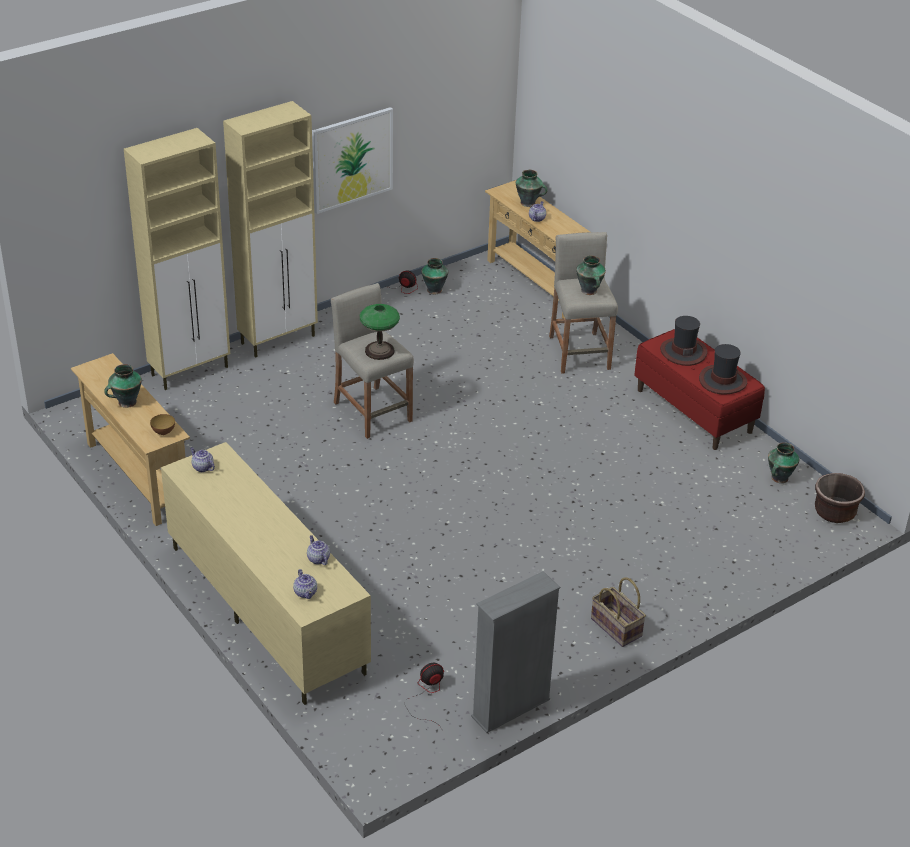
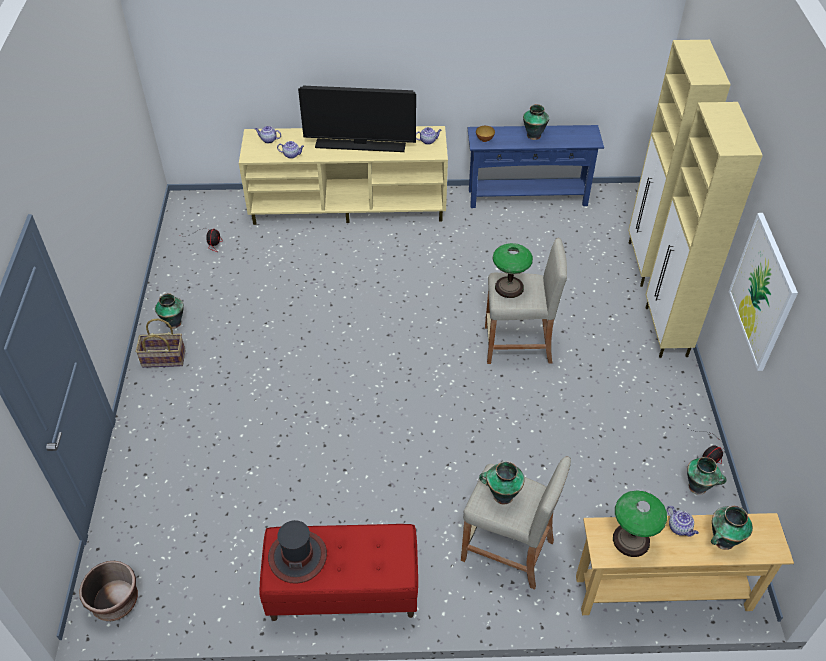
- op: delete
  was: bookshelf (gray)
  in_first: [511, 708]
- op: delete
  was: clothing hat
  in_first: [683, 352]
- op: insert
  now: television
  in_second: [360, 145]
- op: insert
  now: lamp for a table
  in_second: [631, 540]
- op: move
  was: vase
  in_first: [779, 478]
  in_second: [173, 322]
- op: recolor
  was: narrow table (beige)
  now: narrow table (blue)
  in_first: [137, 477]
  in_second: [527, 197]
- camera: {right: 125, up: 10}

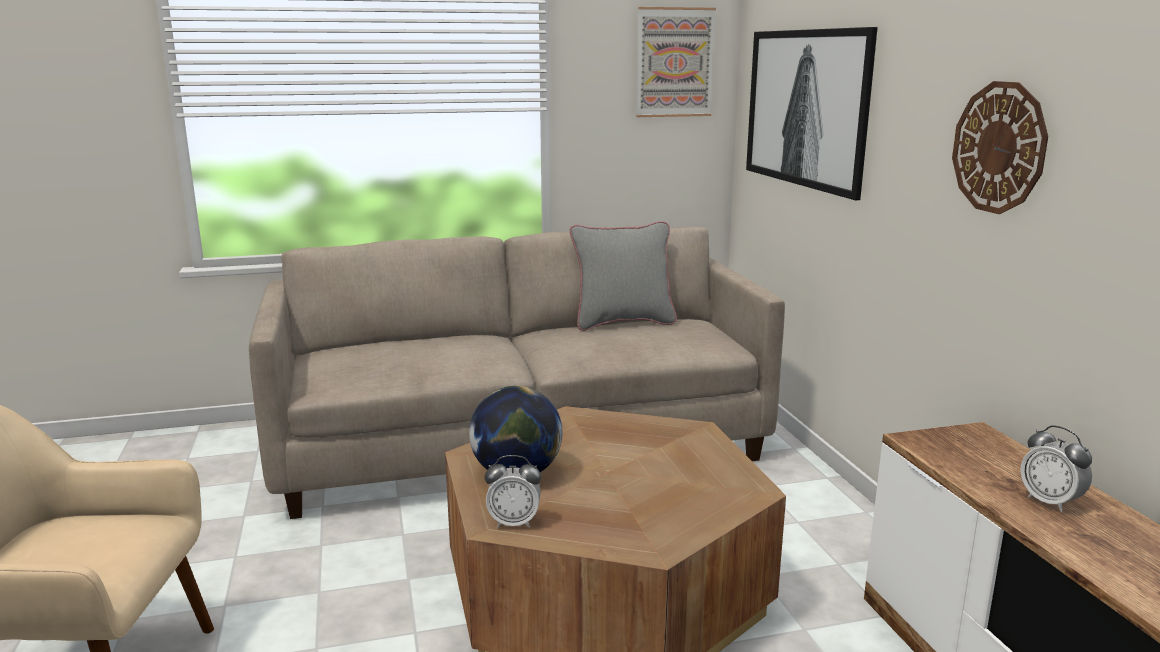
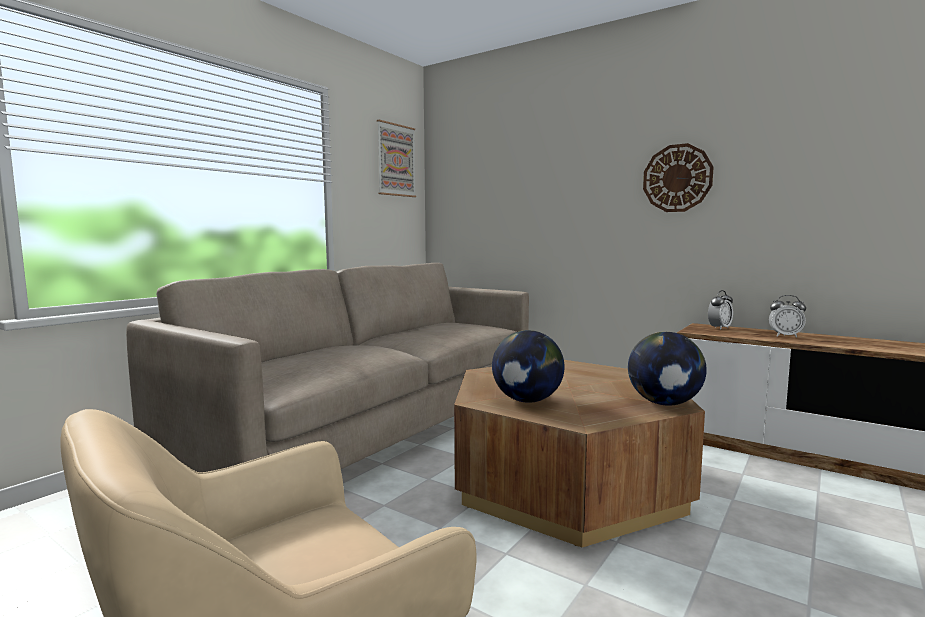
- op: delete
  was: cushion (gray)
  in_first: [623, 322]
- op: delete
  was: picture
  in_first: [807, 108]
- op: insert
  now: globe
  in_second: [664, 403]
- op: move
  was: bedside clock
  in_first: [514, 523]
  in_second: [719, 328]
- camera: {right: -40, up: -10}

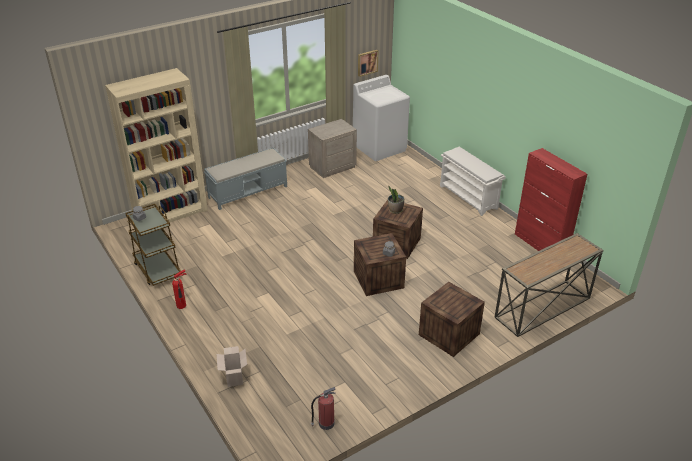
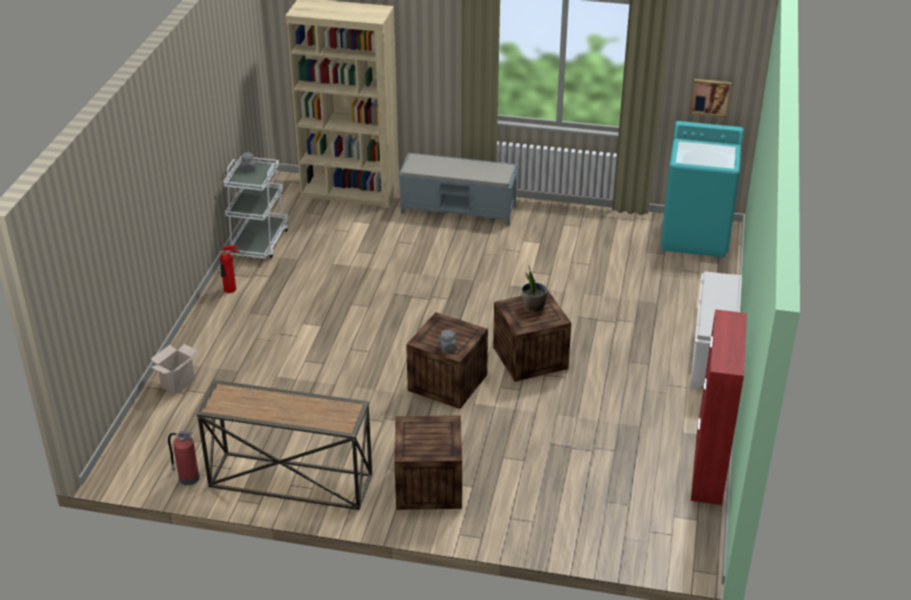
- op: delete
  was: bedside table (beige)
  in_first: [332, 167]
- op: move
  was: narrow table
  in_first: [543, 308]
  in_second: [290, 481]
- op: recolor
  was: wheeled cart (brown)
  now: wheeled cart (white-coloured)
  in_first: [157, 269]
  in_second: [259, 242]
- op: recolor
  was: laundry machine (white-coloured)
  now: laundry machine (blue-green)
  in_first: [380, 147]
  in_second: [695, 236]
- camera: {right: 45, up: 0}

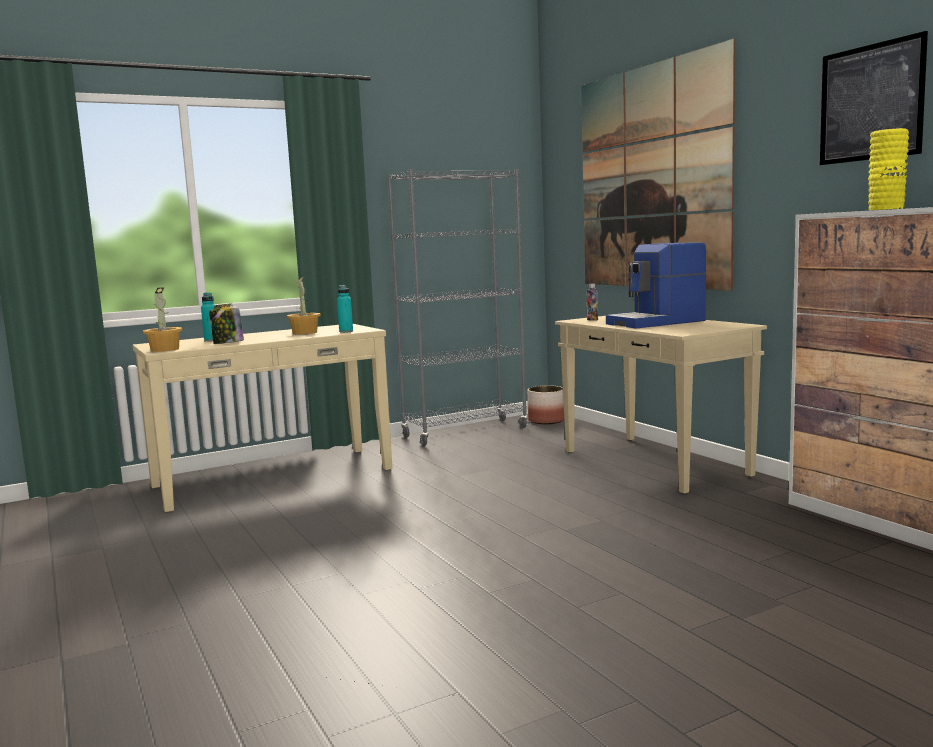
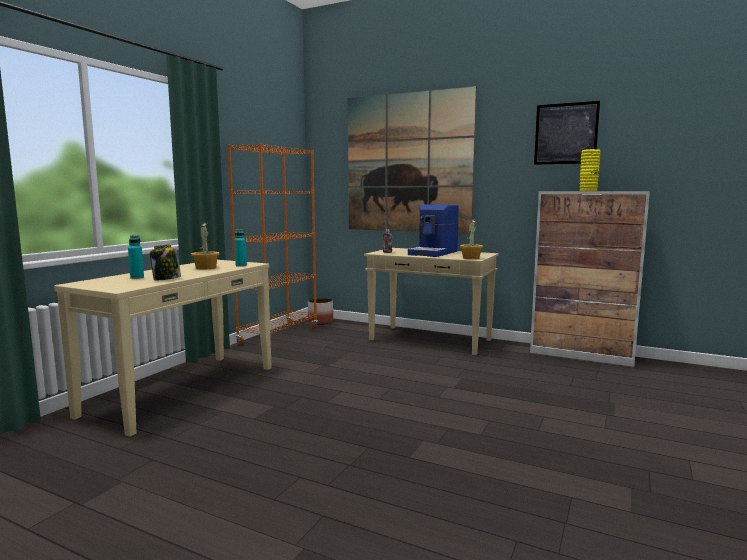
- op: move
  was: plant in a pot
  in_first: [165, 349]
  in_second: [470, 258]
- op: recolor
  was: bookshelf (gray)
  now: bookshelf (orangey)
  in_first: [465, 432]
  in_second: [279, 336]
- camera: {right: -35, up: 0}

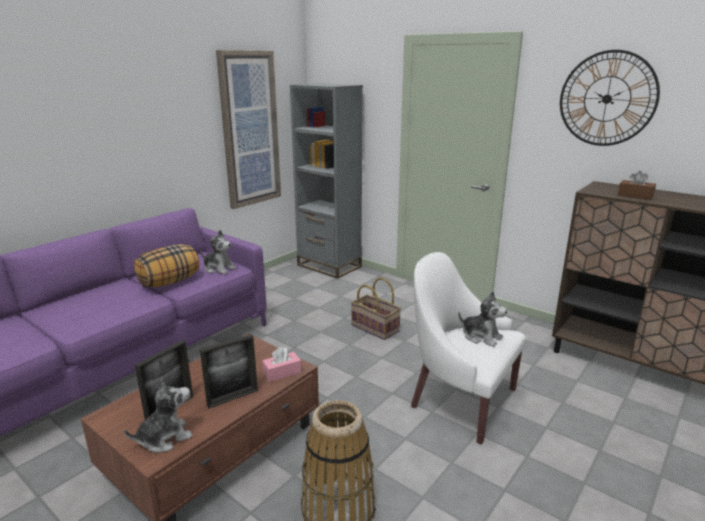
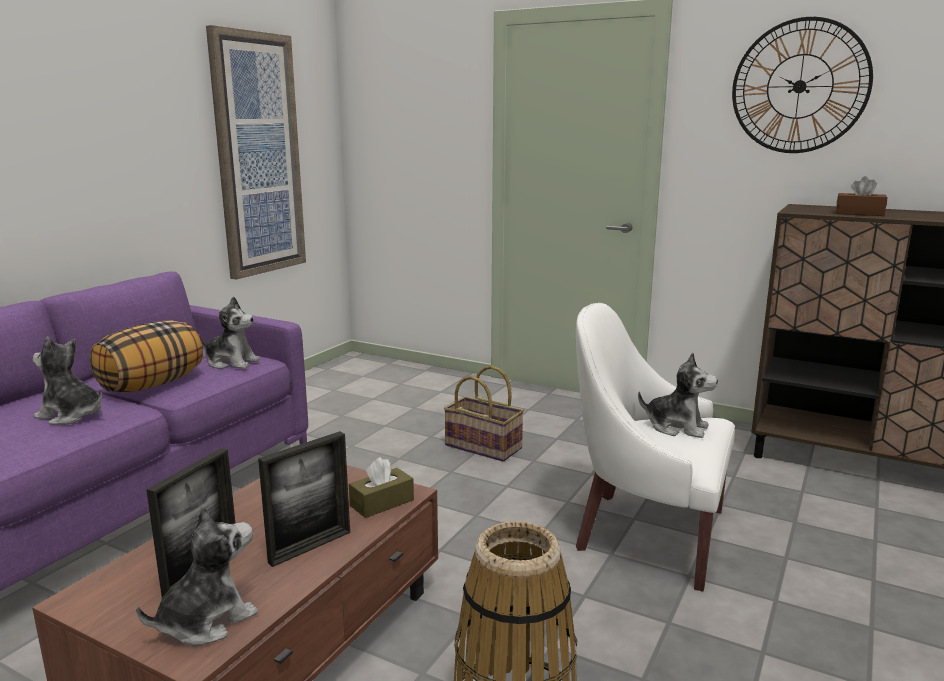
- op: delete
  was: bookshelf (gray)
  in_first: [329, 266]
- op: insert
  now: plush toy
  in_second: [71, 415]
- op: recolor
  was: tissue holder (pinkish)
  now: tissue holder (brown)
  in_first: [282, 372]
  in_second: [382, 503]
- camera: {right: -10, up: -5}

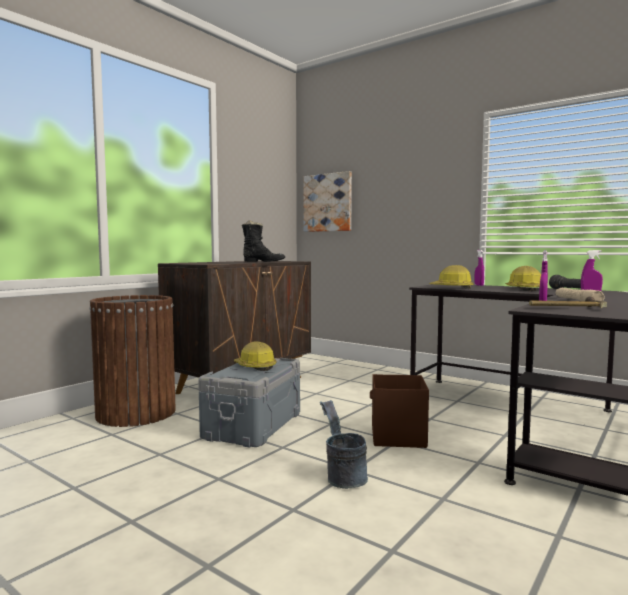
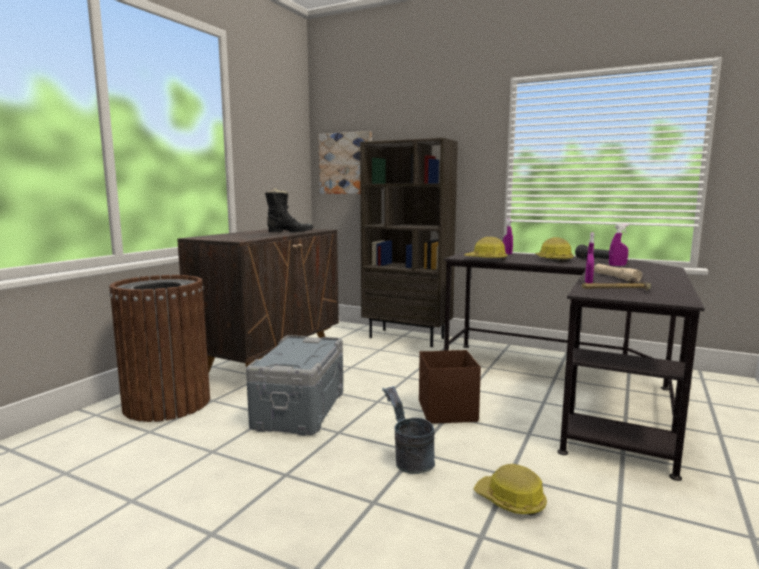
- op: insert
  now: bookshelf (brown)
  in_second: [407, 338]
- op: move
  was: work helmet
  in_first: [254, 367]
  in_second: [510, 501]
- camera: {right: -10, up: 5}

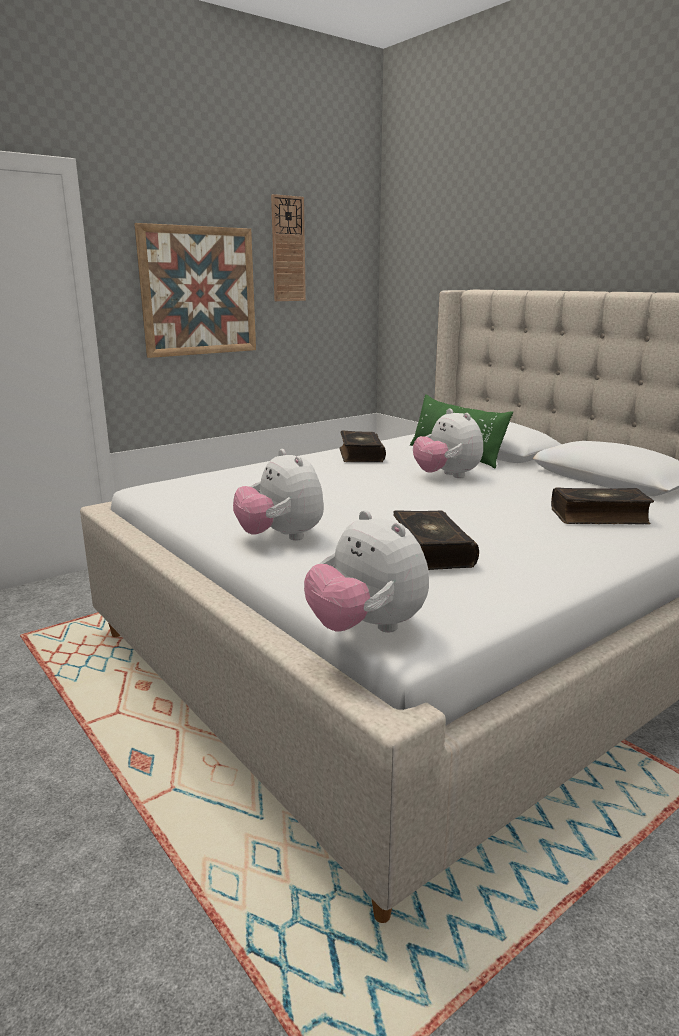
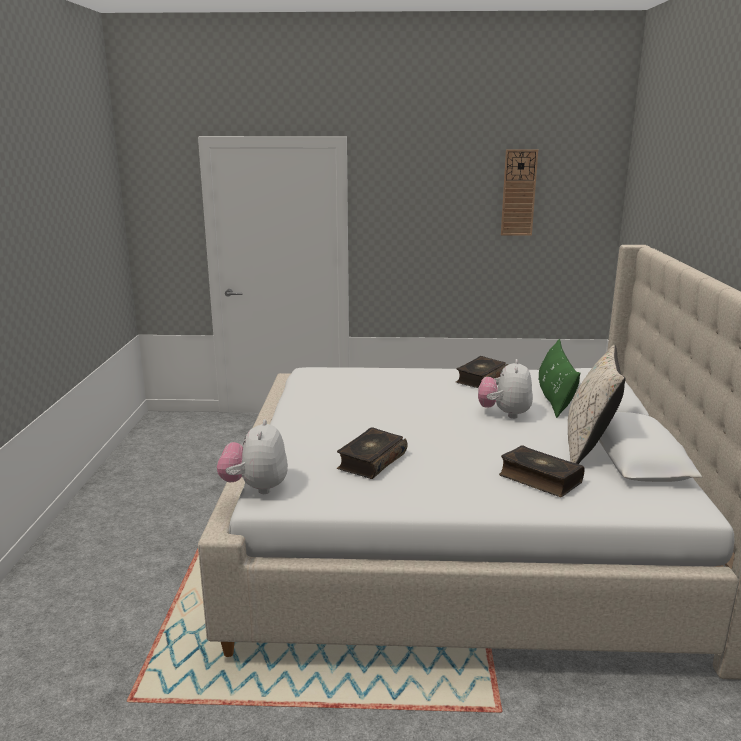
- op: delete
  was: picture
  in_first: [198, 291]
- op: delete
  was: plush toy
  in_first: [281, 537]
- op: insert
  now: cushion (beige)
  in_second: [589, 448]
- camera: {right: 40, up: 0}

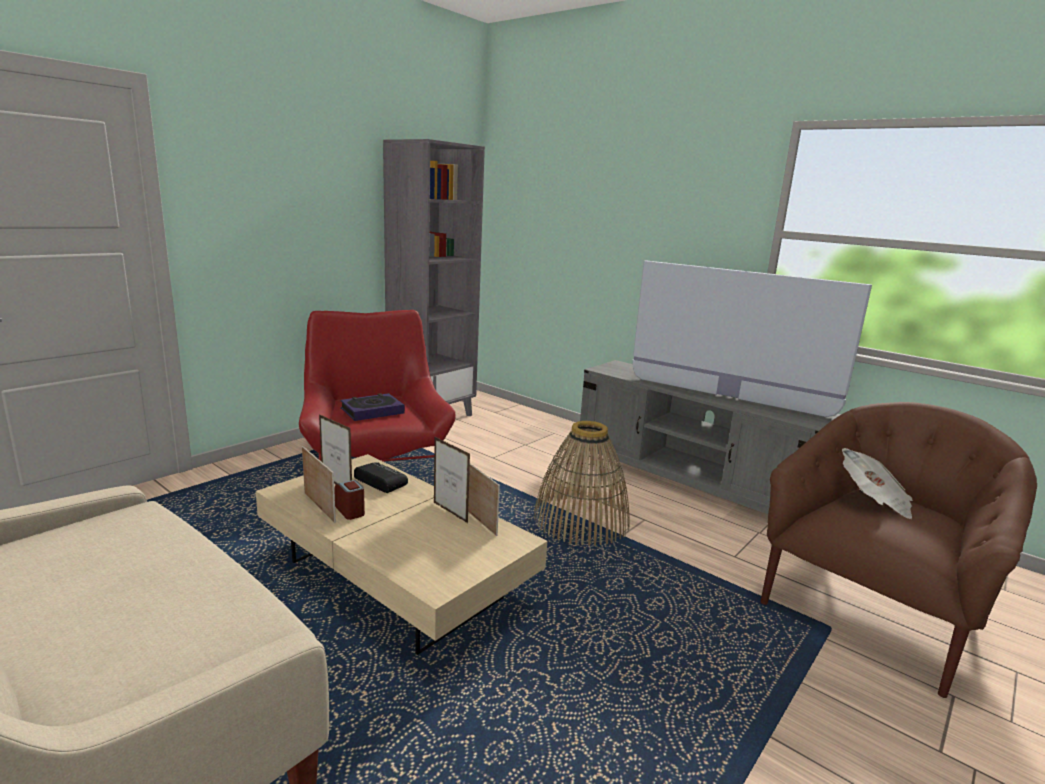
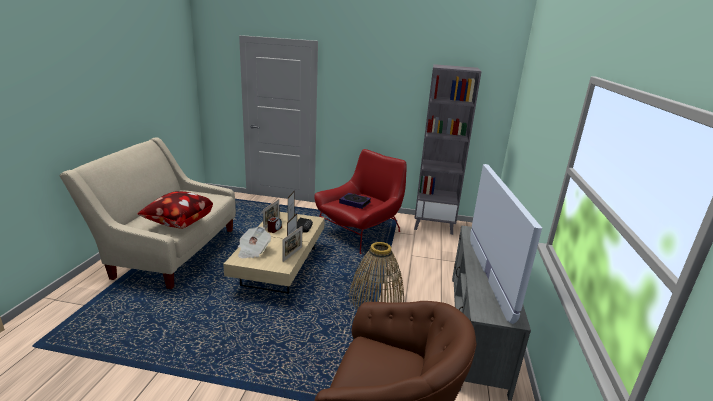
- op: insert
  now: cushion
  in_second: [178, 223]
- op: move
  was: daily paper
  in_first: [874, 501]
  in_second: [253, 251]
- camera: {right: 60, up: 5}

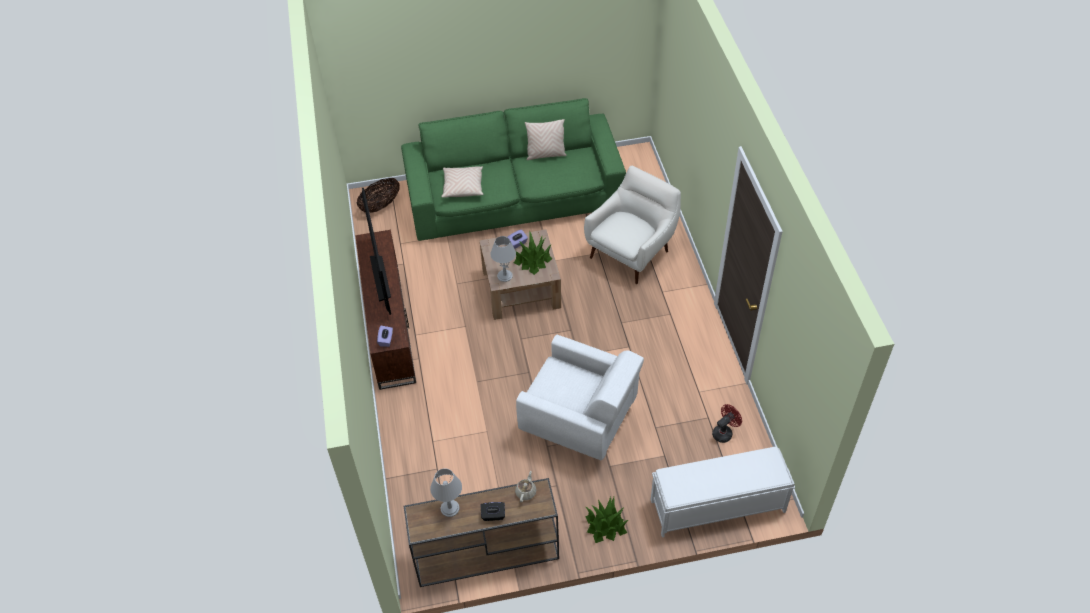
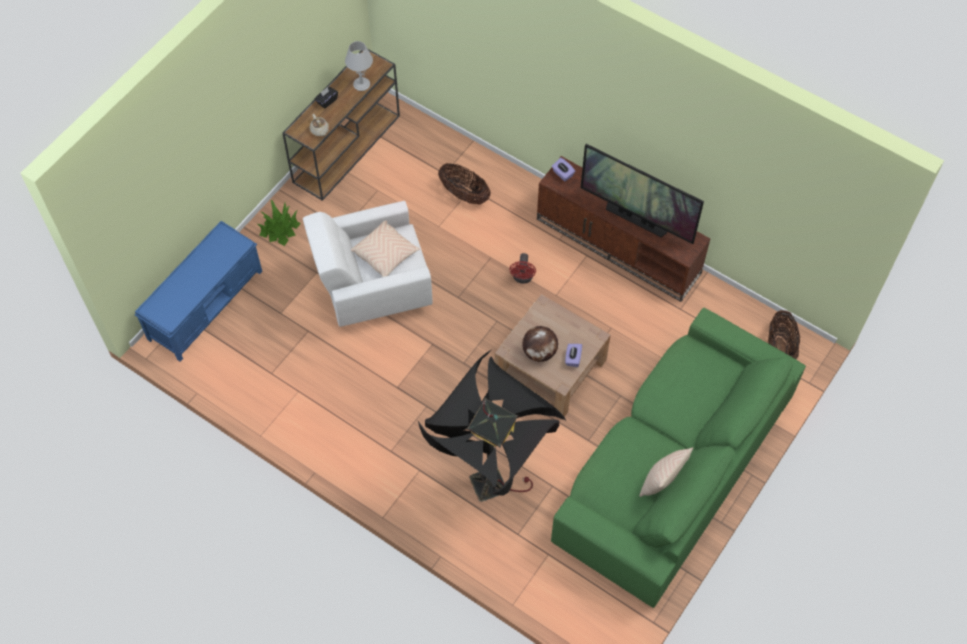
- op: delete
  was: lamp for a table (gray)
  in_first: [505, 276]
- op: insert
  now: basket
  in_second: [464, 194]
- op: move
  was: cushion (beige)
  in_first: [463, 187]
  in_second: [385, 254]
- op: move
  was: cooling fan (reddish)
  in_first: [724, 432]
  in_second: [522, 278]
- op: replace
  was: plant in a pot
  now: globe
  in_first: [533, 260]
  in_second: [539, 352]
- op: replace
  was: armchair (white-coloured)
  now: floor lamp (blackish)
  in_first: [631, 252]
  in_second: [491, 493]
- op: recolor
  was: indoor bench (white-coloured)
  now: indoor bench (blue)
  in_first: [716, 506]
  in_second: [206, 304]
- camera: {right: 135, up: 10}

